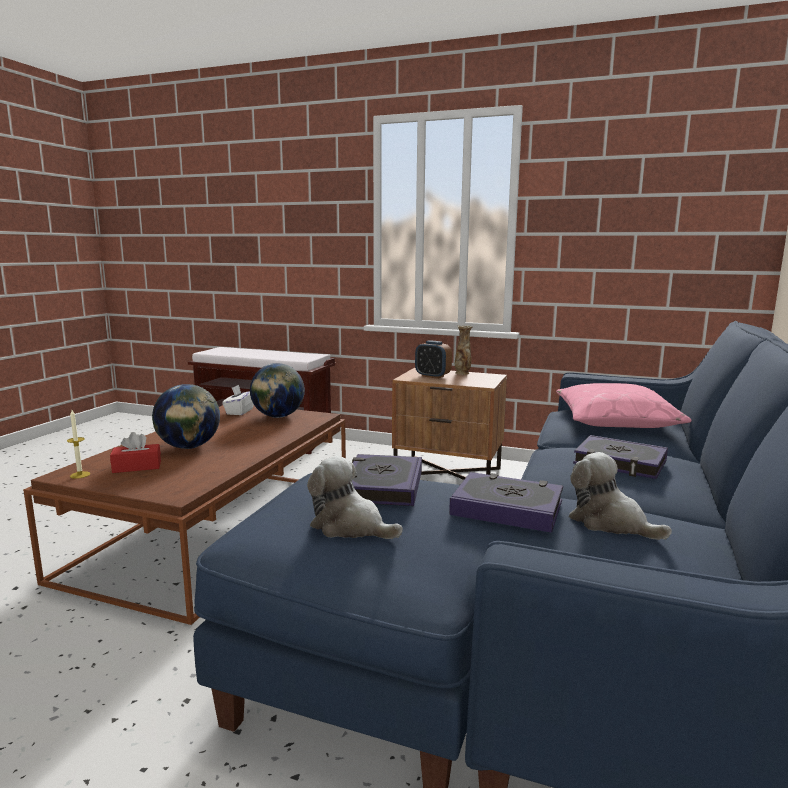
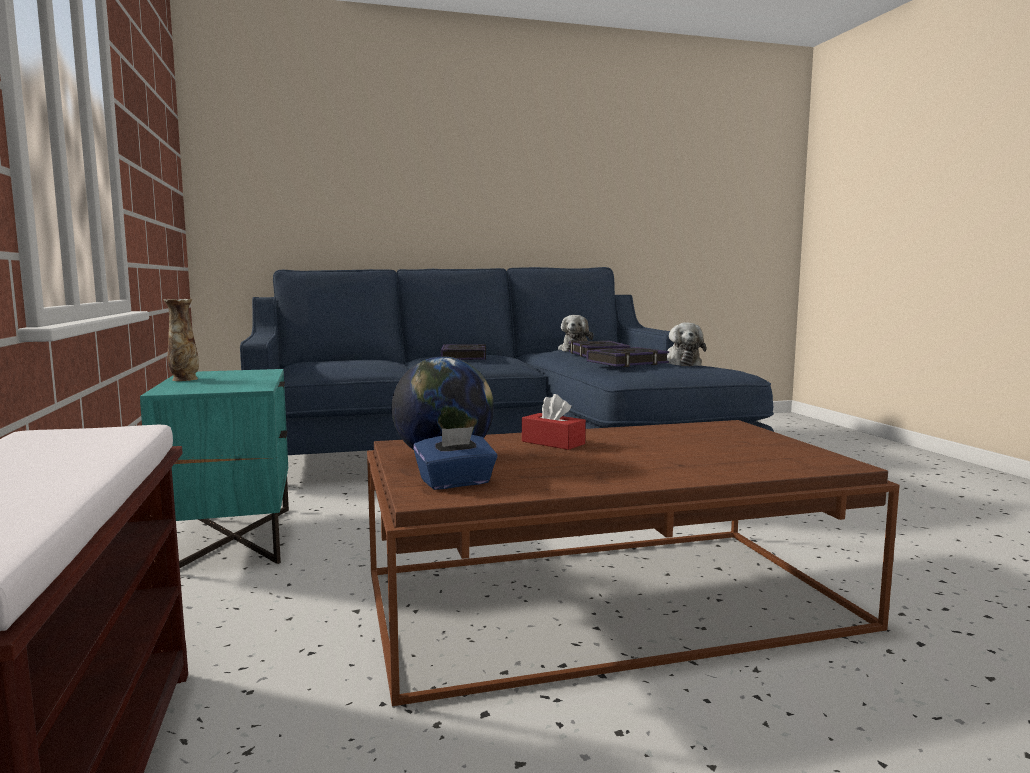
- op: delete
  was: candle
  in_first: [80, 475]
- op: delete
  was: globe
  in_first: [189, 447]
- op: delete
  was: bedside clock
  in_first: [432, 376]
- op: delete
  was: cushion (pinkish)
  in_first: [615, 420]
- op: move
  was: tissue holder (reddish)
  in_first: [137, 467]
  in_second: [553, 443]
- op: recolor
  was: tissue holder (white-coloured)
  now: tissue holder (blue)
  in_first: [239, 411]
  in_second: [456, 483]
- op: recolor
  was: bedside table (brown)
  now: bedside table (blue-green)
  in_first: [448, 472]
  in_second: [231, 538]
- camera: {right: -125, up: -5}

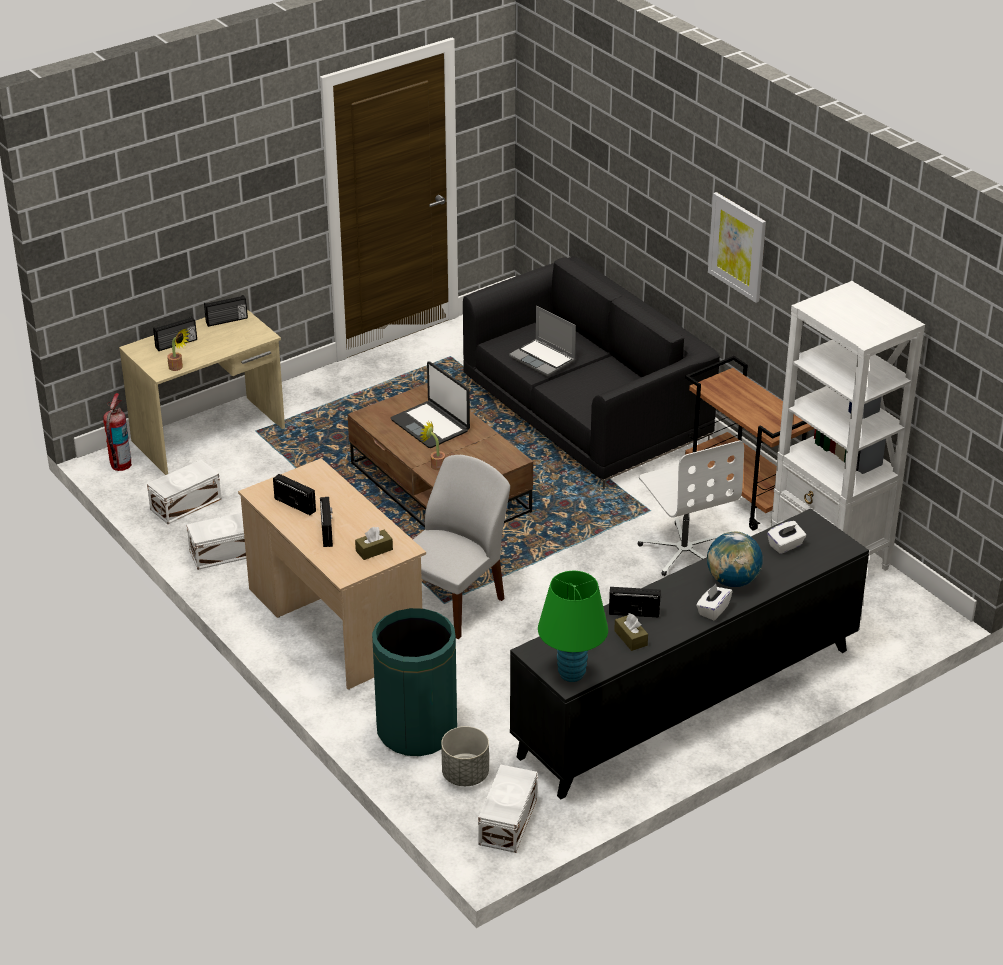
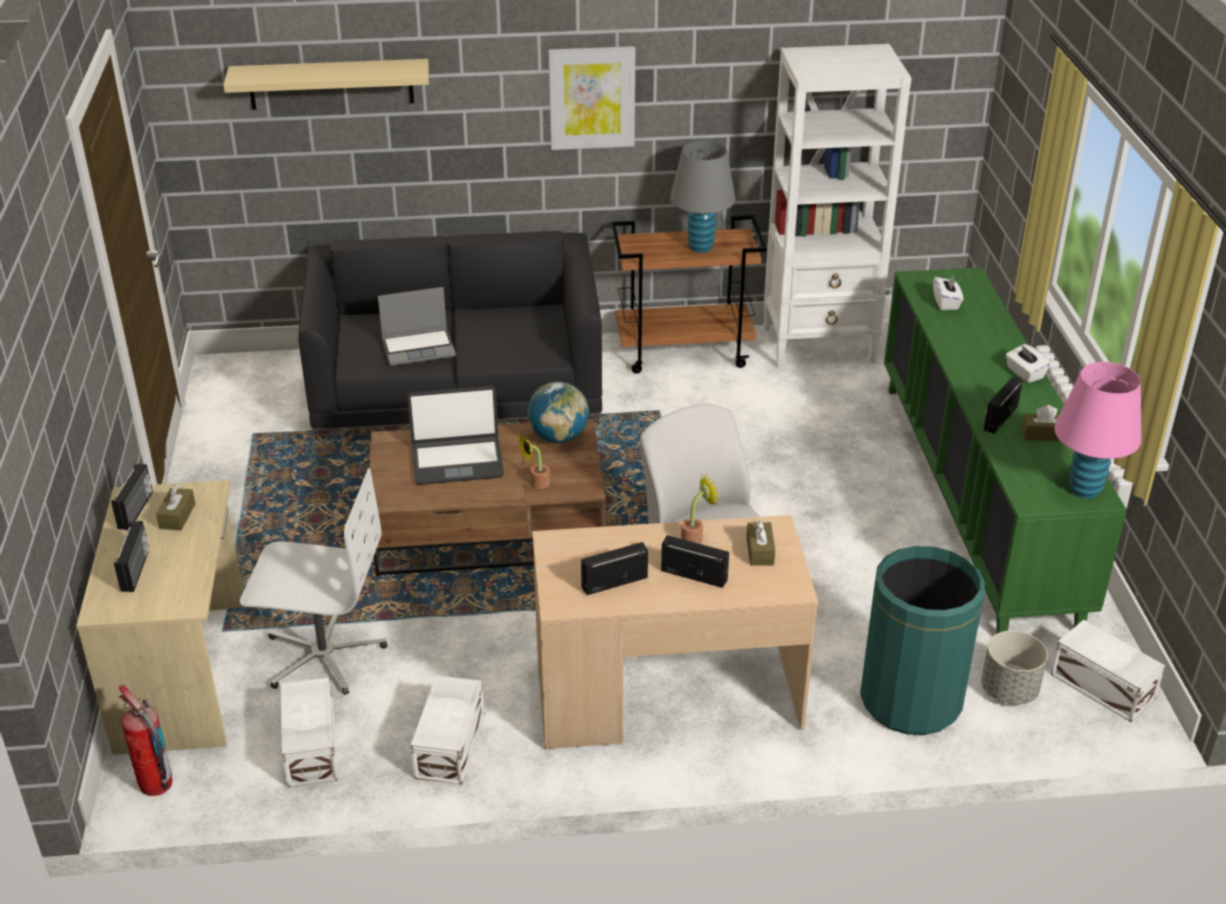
- op: insert
  now: tissue holder (brown)
  in_second: [177, 516]
- op: insert
  now: wall shelf (beige)
  in_second: [331, 84]
- op: insert
  now: lamp for a table (gray)
  in_second: [701, 247]
- op: move
  was: plant in a pot
  in_first: [178, 368]
  in_second: [695, 538]
- op: move
  was: desk chair (white-coloured)
  in_first: [684, 551]
  in_second: [323, 655]
- op: move
  was: globe
  in_first: [732, 581]
  in_second: [558, 437]
- op: recolor
  was: storage cabinet (blackish)
  now: storage cabinet (green)
  in_first: [688, 702]
  in_second: [976, 500]
- op: recolor
  was: lamp for a table (green)
  now: lamp for a table (pinkish)
  in_first: [572, 674]
  in_second: [1084, 490]
- camera: {right: -60, up: 0}

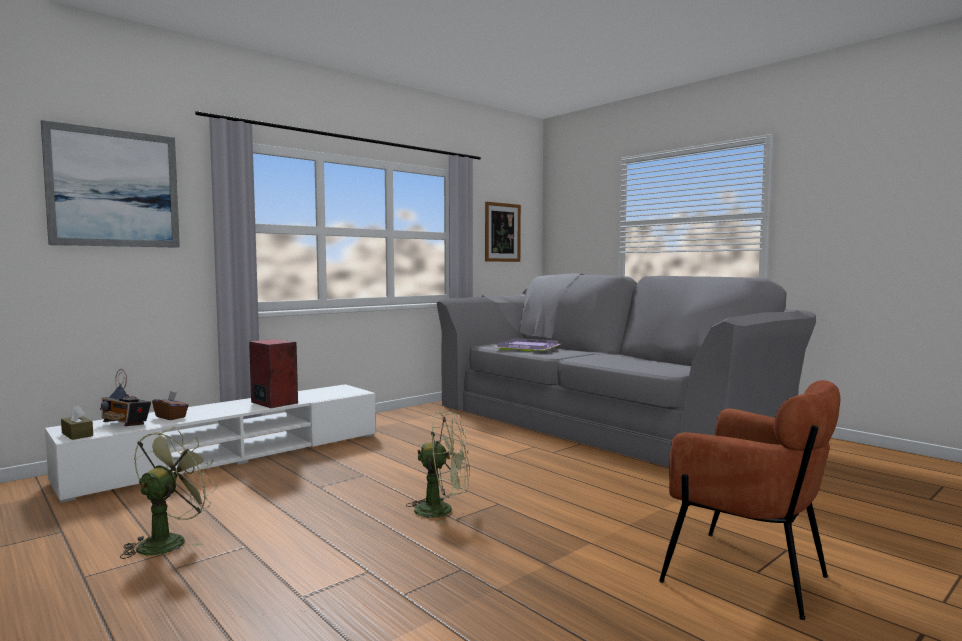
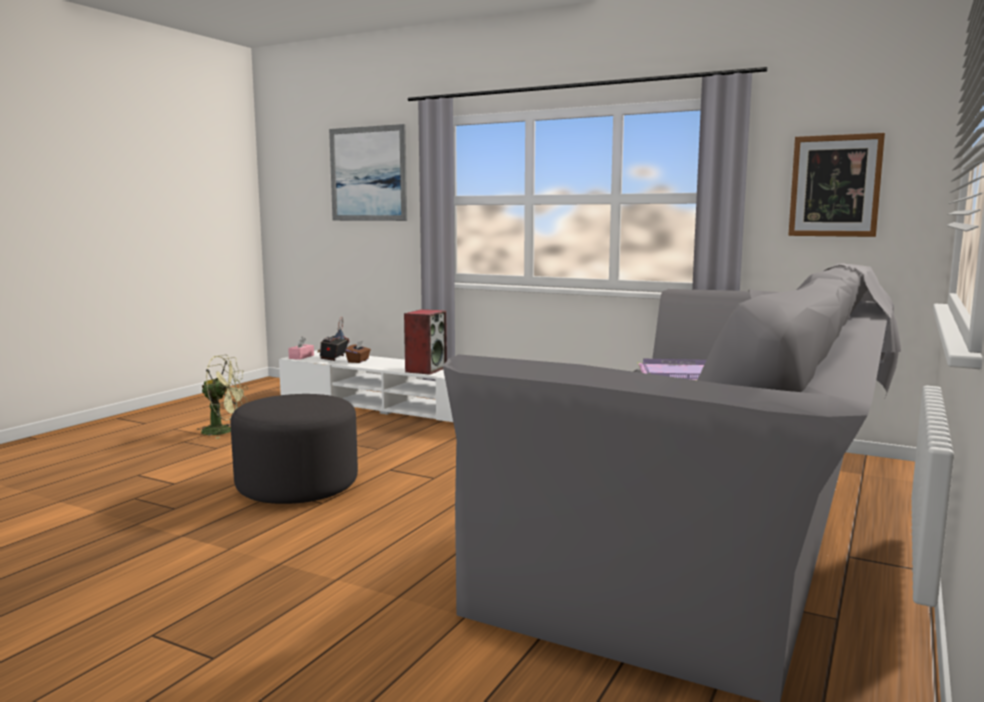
- op: delete
  was: armchair (brown)
  in_first: [746, 575]
- op: replace
  was: cooling fan (green)
  now: pouffe (gray)
  in_first: [442, 510]
  in_second: [297, 486]
- op: recolor
  was: tissue holder (brown)
  now: tissue holder (pinkish)
  in_first: [77, 434]
  in_second: [301, 357]
- camera: {right: 70, up: 5}

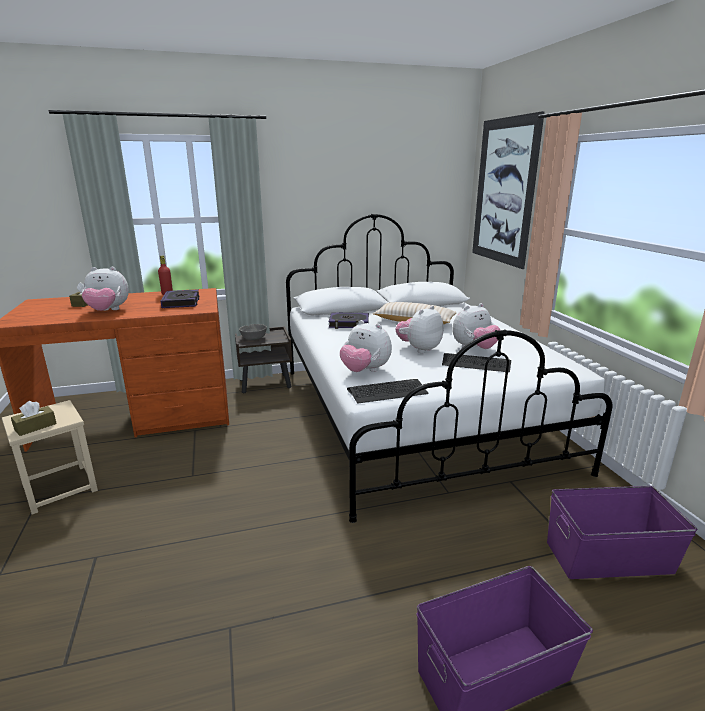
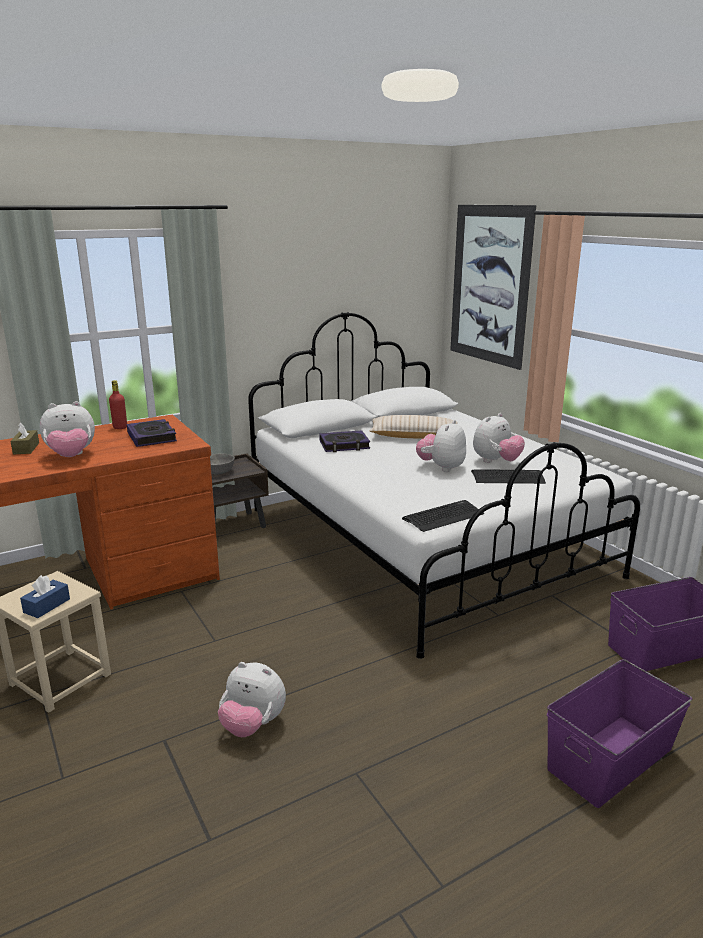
- op: move
  was: plush toy
  in_first: [365, 371]
  in_second: [252, 725]
- op: recolor
  was: tissue holder (brown)
  now: tissue holder (blue)
  in_first: [35, 426]
  in_second: [47, 606]
- camera: {right: -15, up: 0}

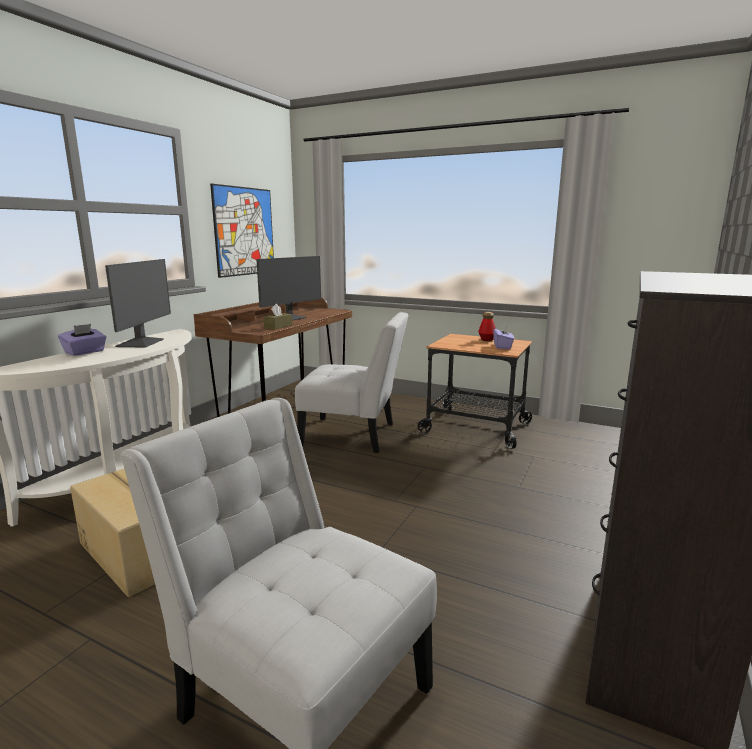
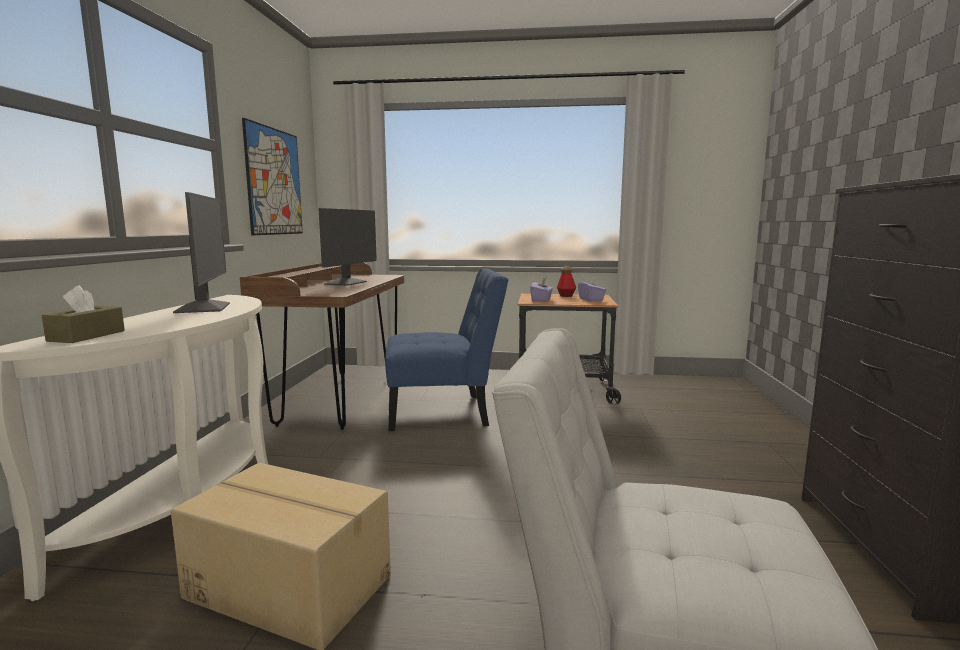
- op: move
  was: tissue holder (purple)
  in_first: [85, 352]
  in_second: [541, 300]
- op: move
  was: tissue holder (brown)
  in_first: [278, 326]
  in_second: [87, 336]
- op: recolor
  was: chair (white-coloured)
  now: chair (blue)
  in_first: [354, 435]
  in_second: [444, 412]
- camera: {right: -20, up: -5}

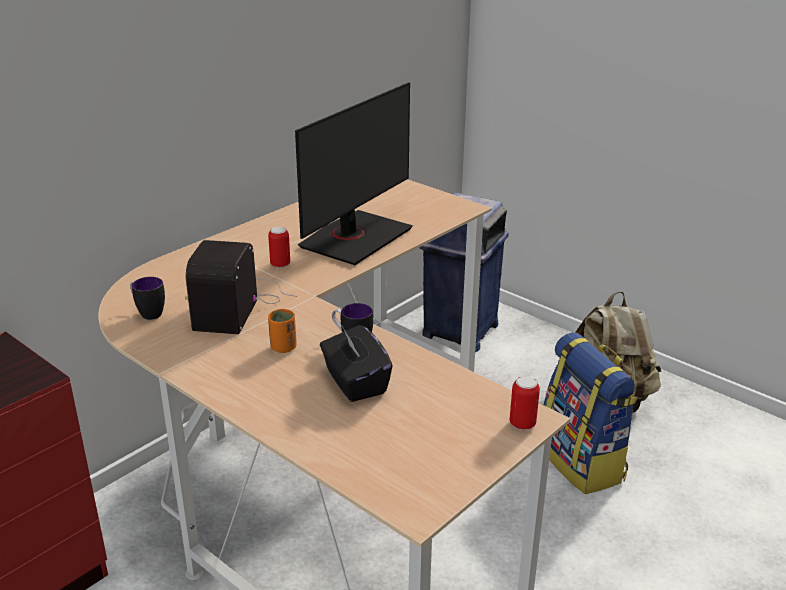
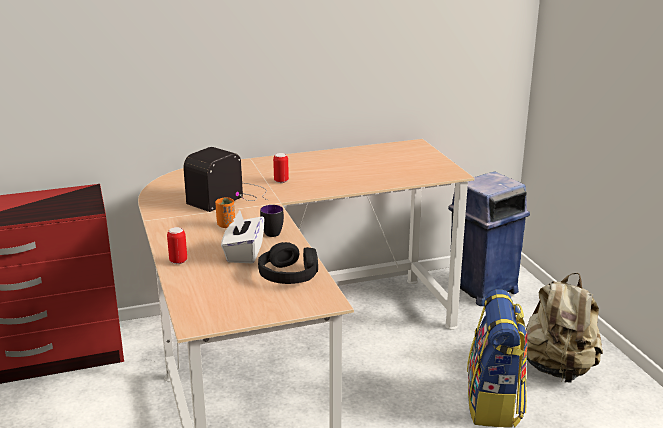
- op: delete
  was: tea mug
  in_first: [148, 313]
- op: delete
  was: computer screen
  in_first: [355, 238]
- op: insert
  now: headset (blackish)
  in_second: [289, 274]
- op: move
  was: can
  in_first: [522, 424]
  in_second: [178, 261]
- op: recolor
  was: tissue holder (blackish)
  now: tissue holder (white-coloured)
  in_first: [355, 382]
  in_second: [244, 253]
- camera: {right: 30, up: -5}

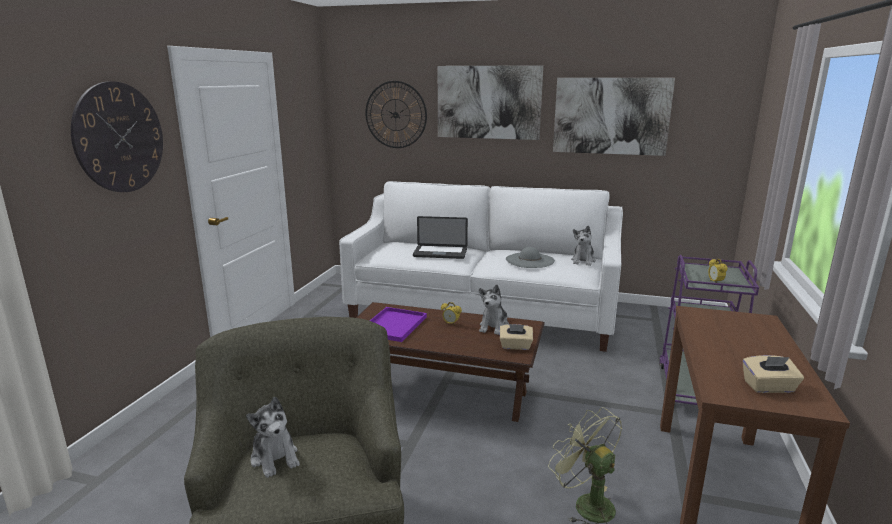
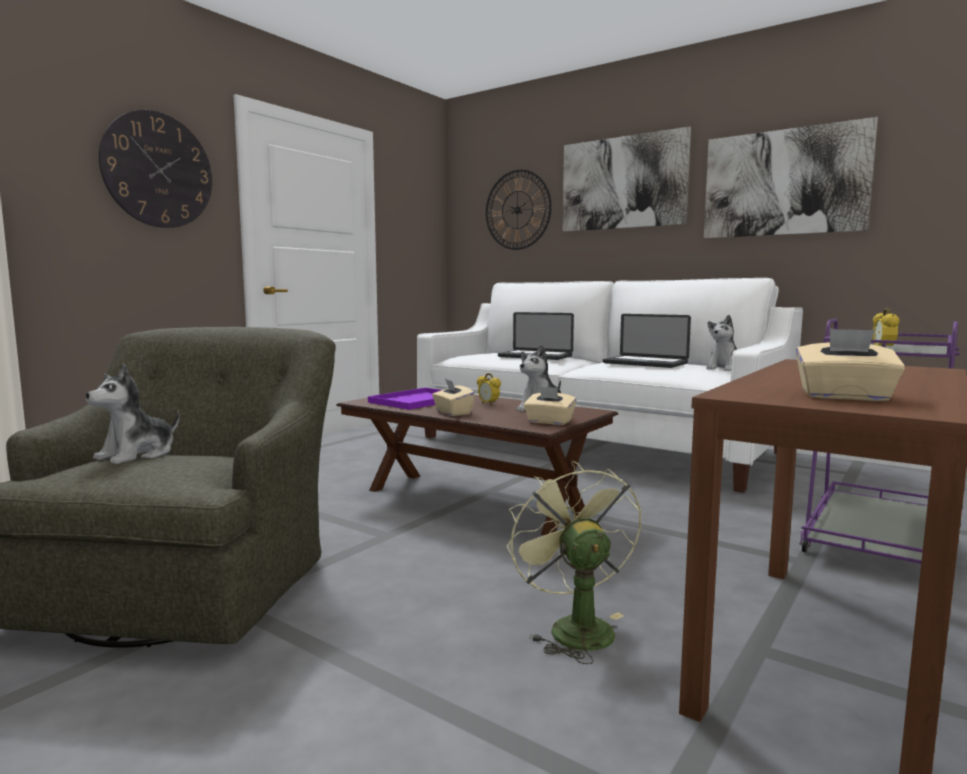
- op: insert
  now: tissue holder (beige)
  in_second: [452, 412]
- op: replace
  was: clothing hat (gray)
  now: laptop
  in_first: [529, 260]
  in_second: [645, 363]
- op: rotate
  was: plush toy
  in_first: [275, 458]
  in_second: [137, 455]
  clockwise: 45
- camera: {right: 20, up: -10}

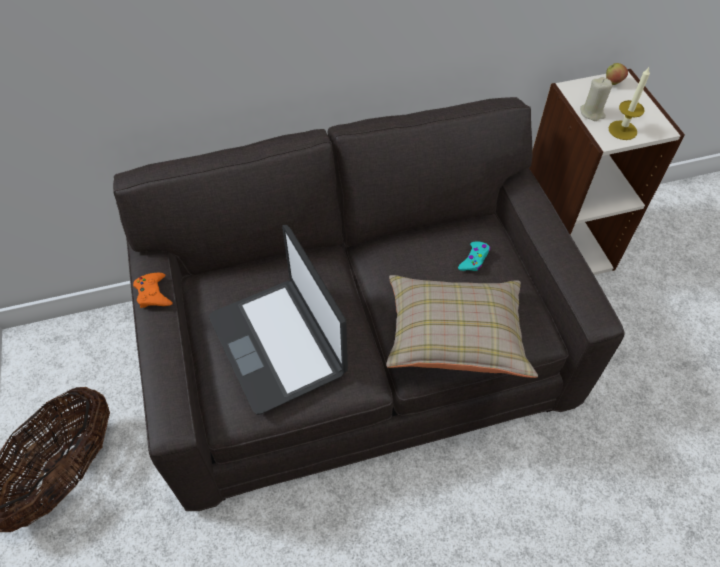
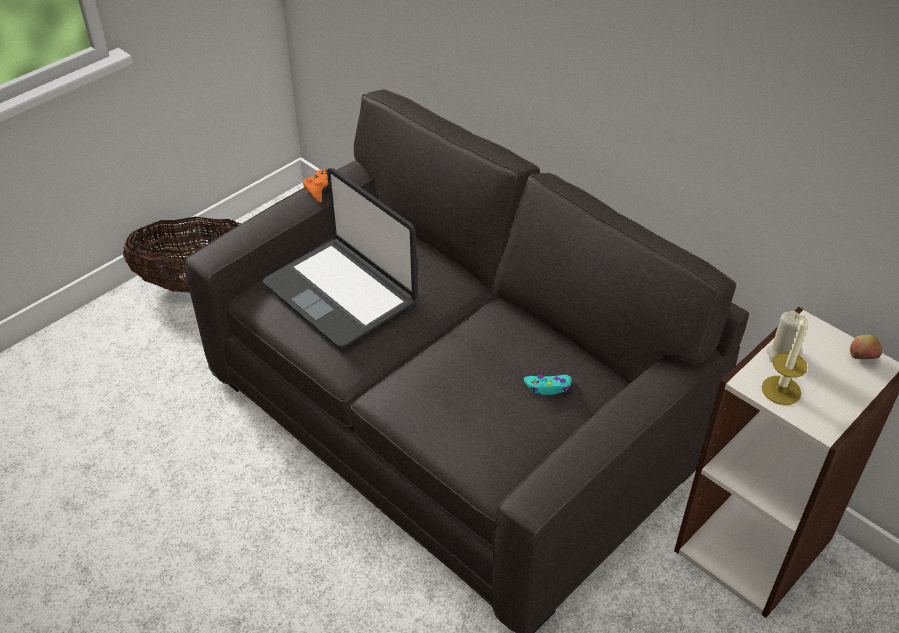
- op: delete
  was: cushion (beige)
  in_first: [454, 337]
- op: rotate
  was: laptop
  in_first: [279, 344]
  in_second: [341, 293]
  clockwise: -75
- camera: {right: 60, up: -10}

